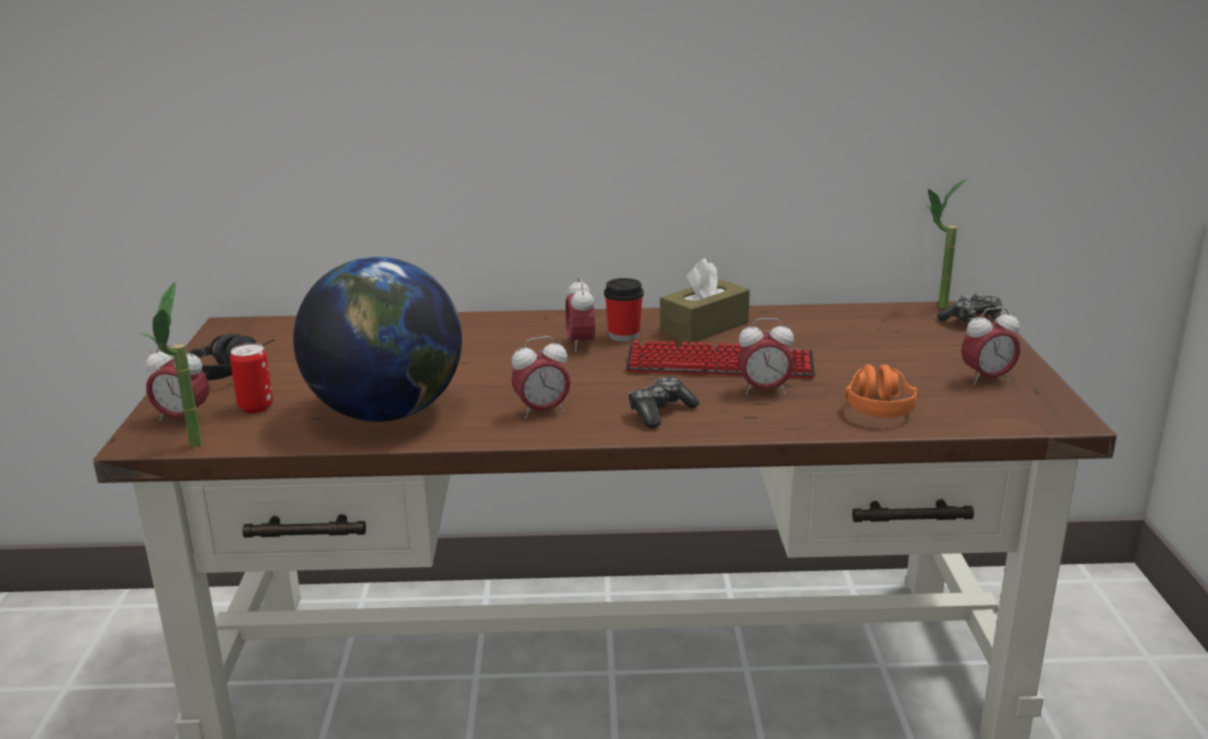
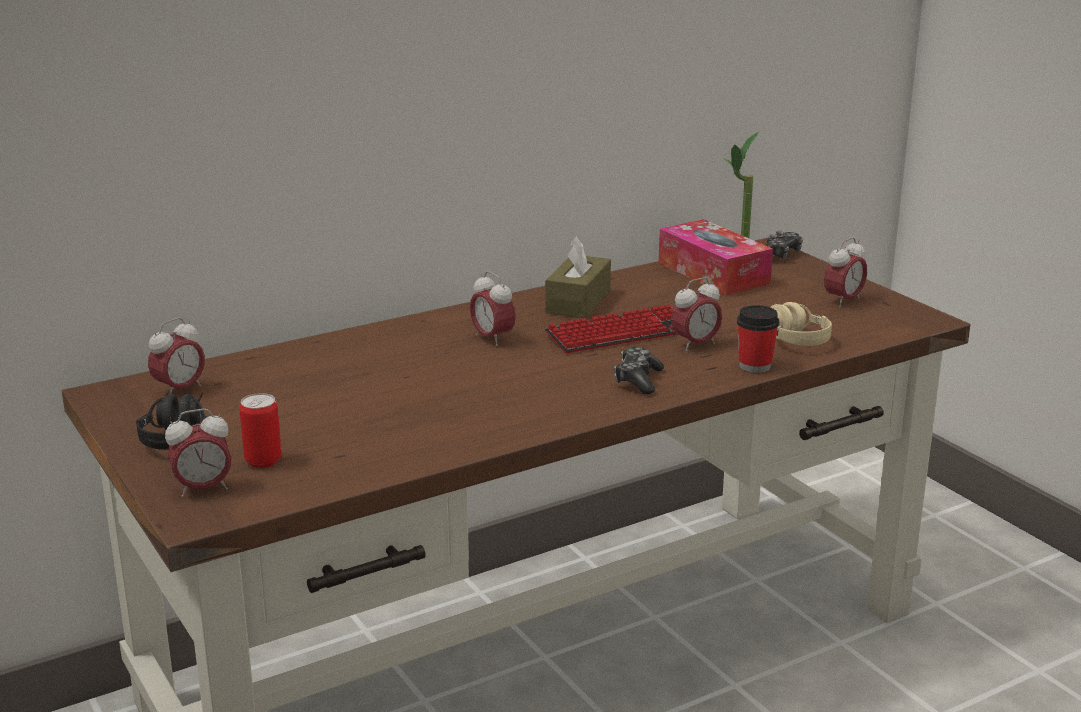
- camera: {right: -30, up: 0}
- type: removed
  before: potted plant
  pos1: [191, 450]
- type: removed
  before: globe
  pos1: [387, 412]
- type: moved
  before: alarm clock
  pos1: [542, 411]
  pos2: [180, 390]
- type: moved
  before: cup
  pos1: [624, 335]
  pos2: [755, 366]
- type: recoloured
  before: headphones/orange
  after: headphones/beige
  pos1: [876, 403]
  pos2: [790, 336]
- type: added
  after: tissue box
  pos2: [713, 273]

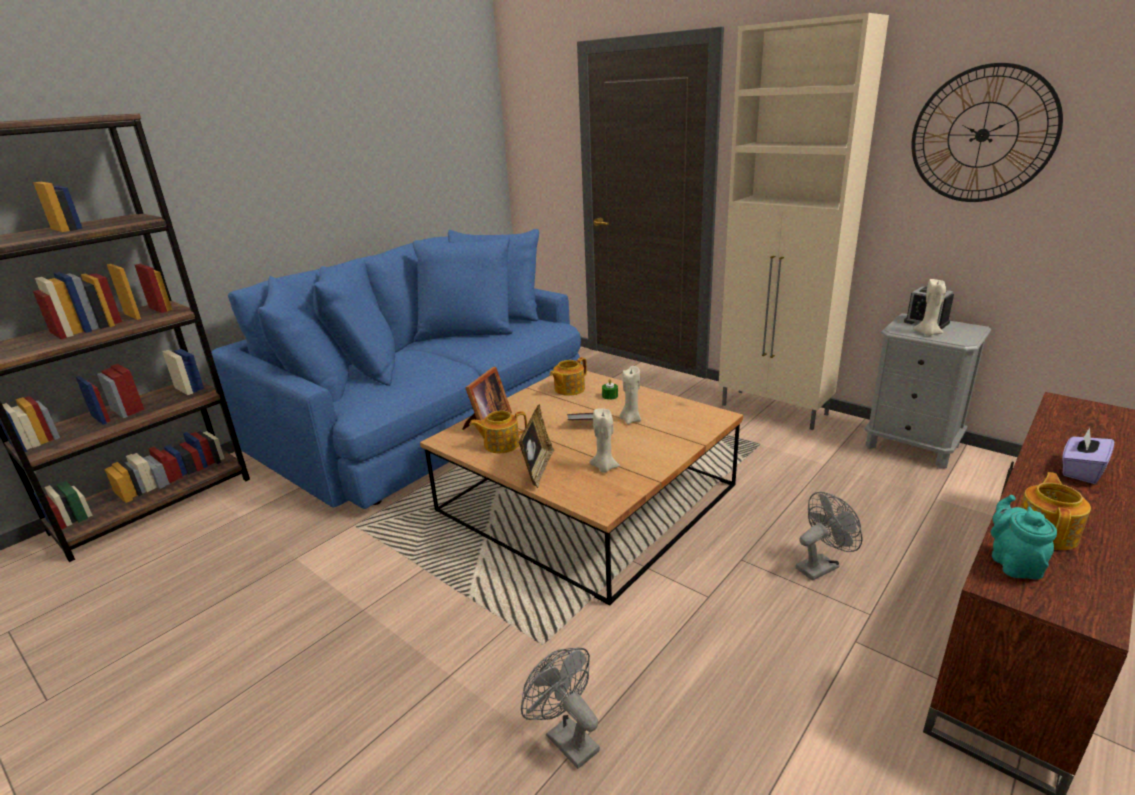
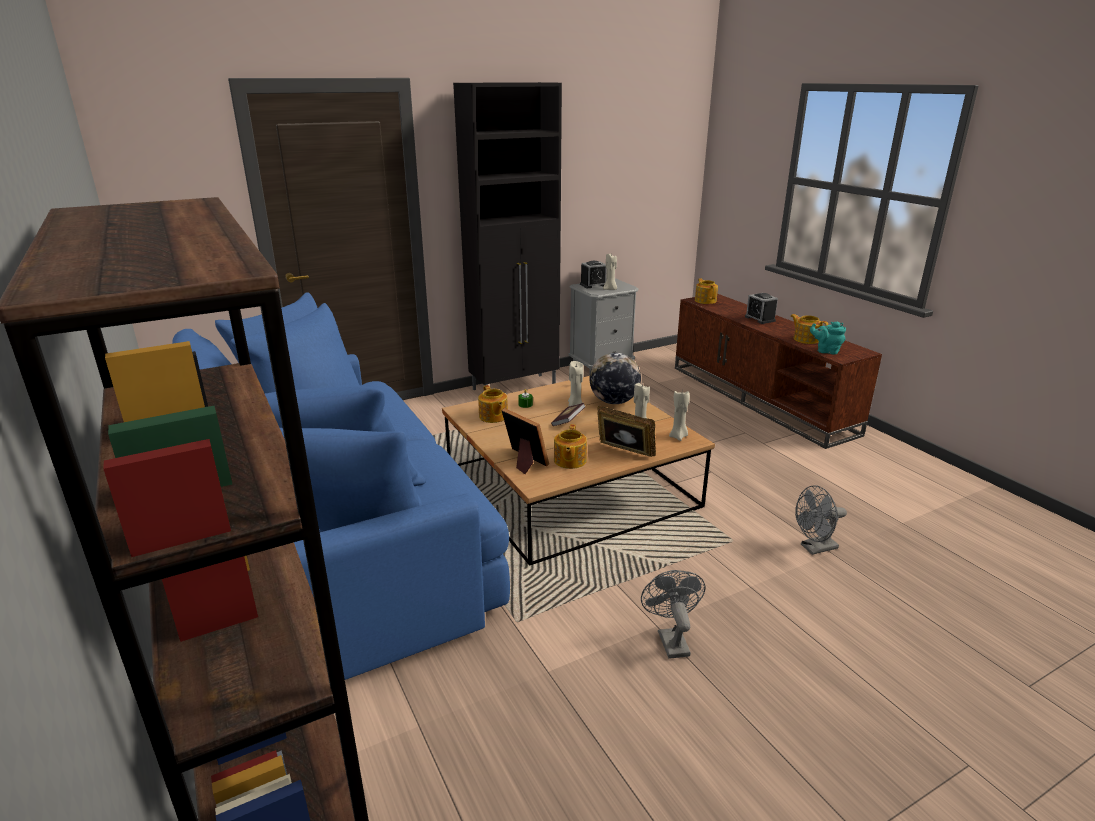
- camera: {right: -70, up: 0}
- type: recoloured
  before: cabinet/beige
  after: cabinet/black
  pos1: [775, 410]
  pos2: [515, 387]
- type: moved
  before: fan/grey
  pos1: [821, 565]
  pos2: [670, 639]
- type: removed
  before: wall clock
  pos1: [982, 135]
- type: replaced
  before: tissue box/purple
  after: alarm clock
  pos1: [1080, 471]
  pos2: [760, 319]
- type: added
  after: globe
  pos2: [614, 402]
- type: added
  after: candle/beige
  pos2: [678, 436]
- type: added
  after: teapot
  pos2: [705, 300]

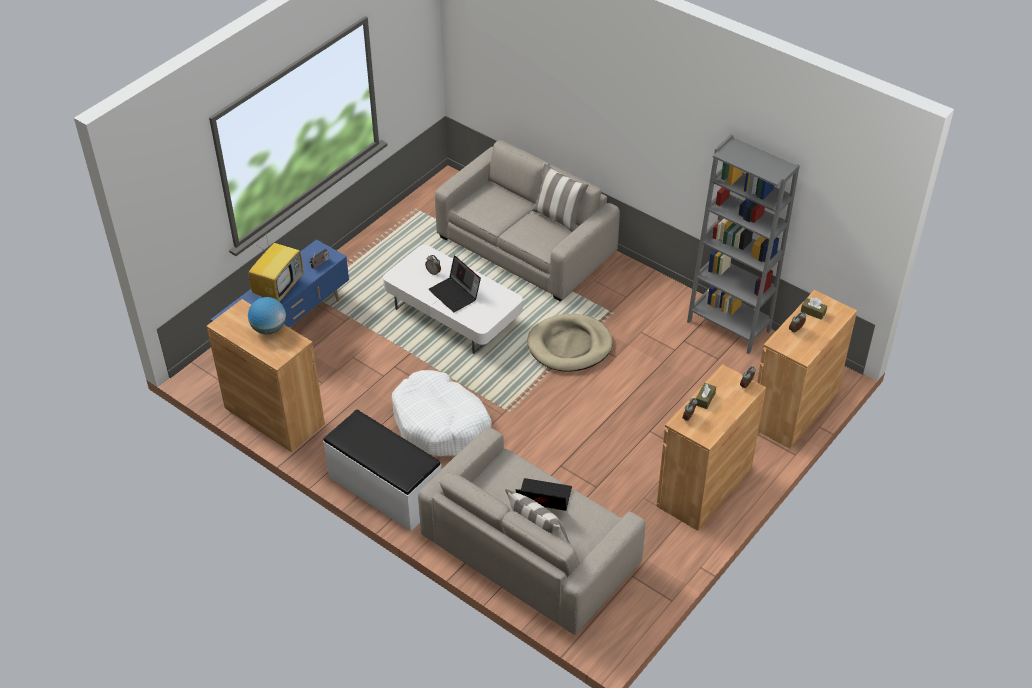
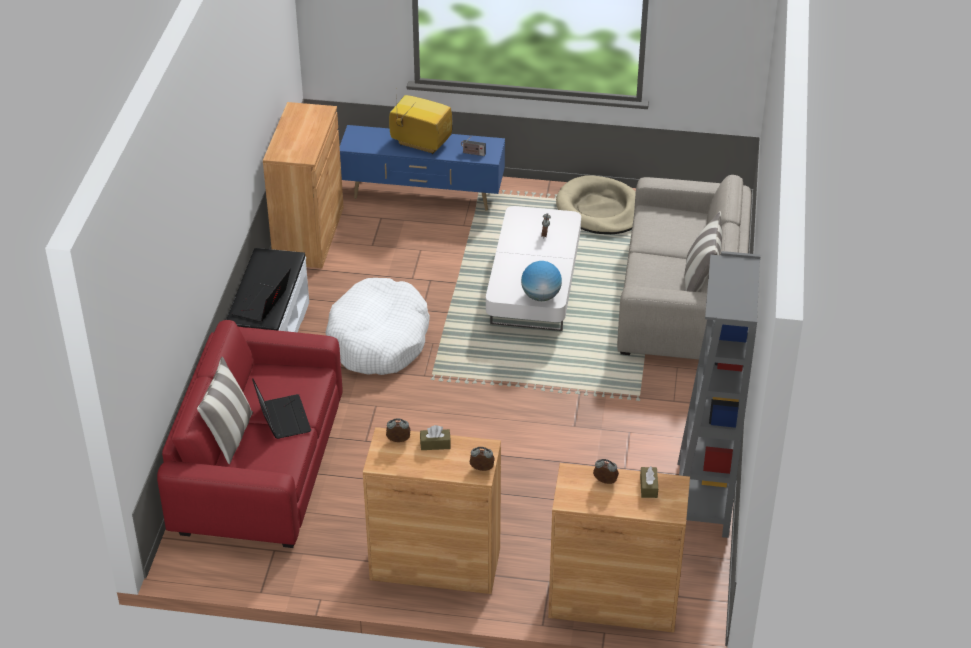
- camera: {right: 60, up: -5}
- type: moved
  before: globe
  pos1: [269, 328]
  pos2: [541, 296]
- type: turned
  before: television
  pos1: [278, 288]
  pos2: [419, 144]
  turn: -150
- type: recoloured
  before: sofa/beige
  after: sofa/red
  pos1: [530, 551]
  pos2: [258, 464]
- type: moved
  before: laptop
  pos1: [455, 294]
  pos2: [262, 305]
- type: moved
  before: dog bed/beige
  pos1: [569, 346]
  pos2: [600, 210]

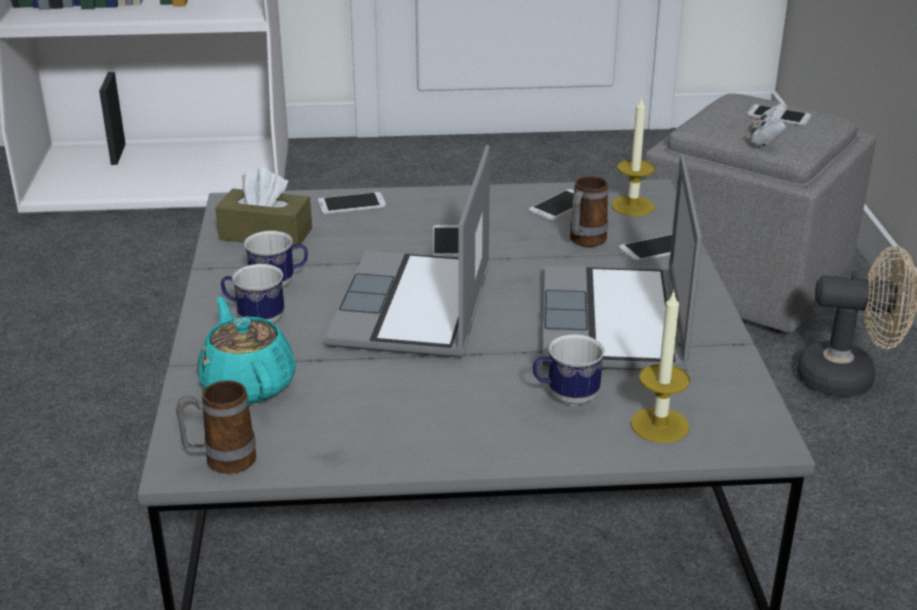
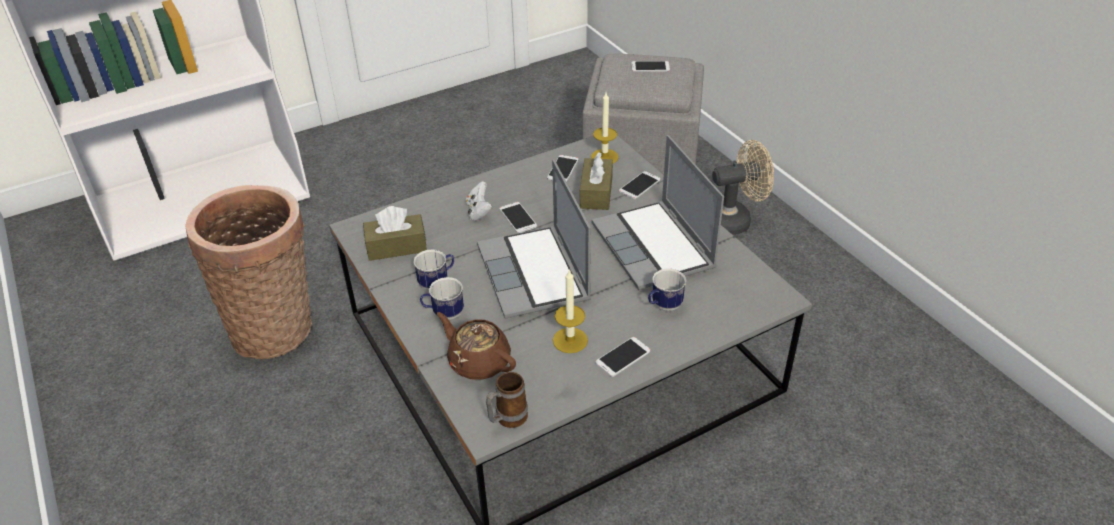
- camera: {right: -25, up: 10}
- type: recoloured
  before: teapot/turquoise
  after: teapot/brown
  pos1: [248, 384]
  pos2: [478, 362]
- type: moved
  before: phone
  pos1: [351, 204]
  pos2: [623, 357]
- type: replaced
  before: mug
  after: tissue box/brown
  pos1: [584, 242]
  pos2: [596, 193]
- type: moved
  before: candle
  pos1: [659, 425]
  pos2: [570, 340]
- type: moved
  before: game controller/white
  pos1: [766, 140]
  pos2: [478, 211]
- type: added
  after: basket
  pos2: [276, 327]

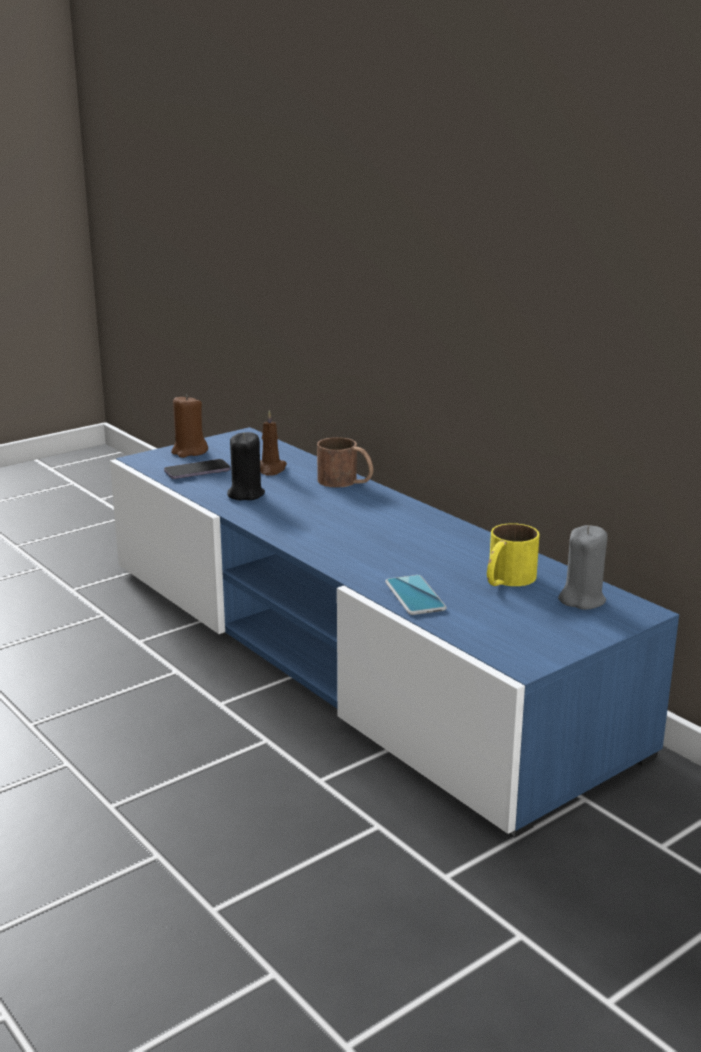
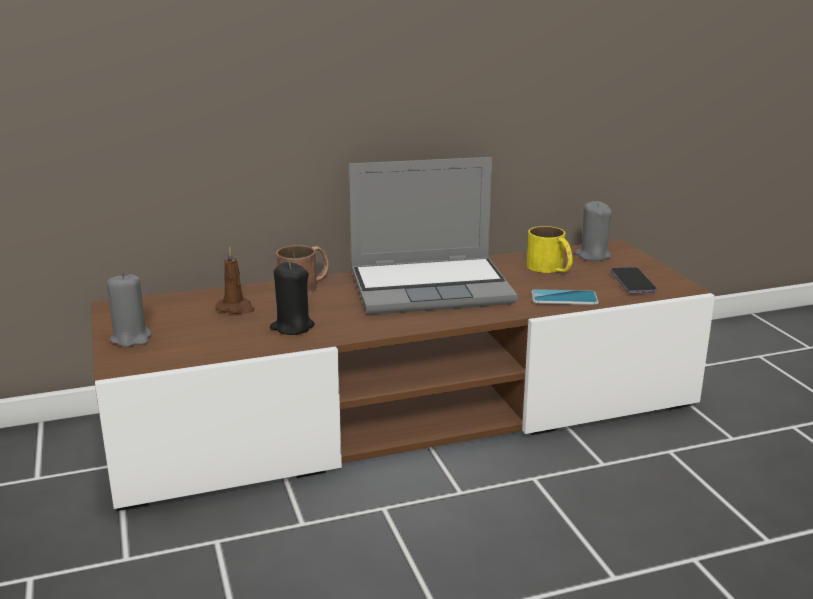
- camera: {right: -70, up: 0}
- type: recoloured
  before: tv stand/blue
  after: tv stand/brown
  pos1: [350, 651]
  pos2: [406, 414]
- type: moved
  before: phone
  pos1: [197, 471]
  pos2: [632, 282]
- type: recoloured
  before: candle/brown
  after: candle/grey
  pos1: [189, 452]
  pos2: [131, 338]
- type: added
  after: laptop
  pos2: [432, 287]

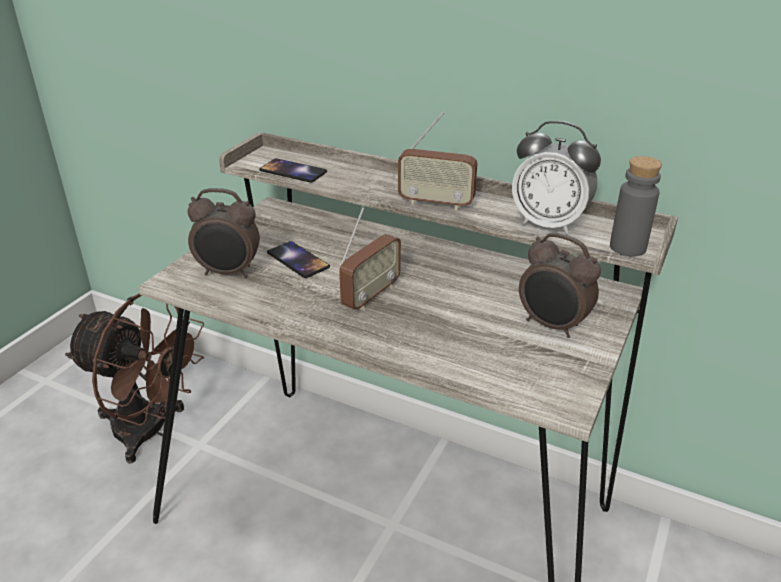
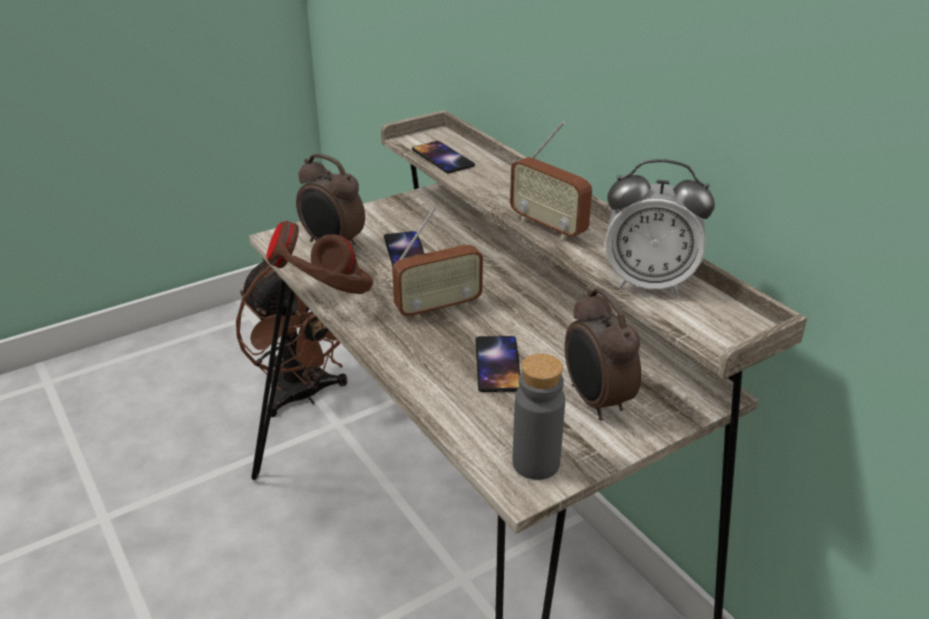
- camera: {right: 30, up: 0}
- type: turned
  before: alarm clock
  pos1: [549, 224]
  pos2: [649, 283]
  turn: -45
- type: moved
  before: bottle/grey
  pos1: [627, 247]
  pos2: [536, 463]
- type: added
  after: headphones/brown
  pos2: [327, 296]
- type: added
  after: phone
  pos2: [498, 364]

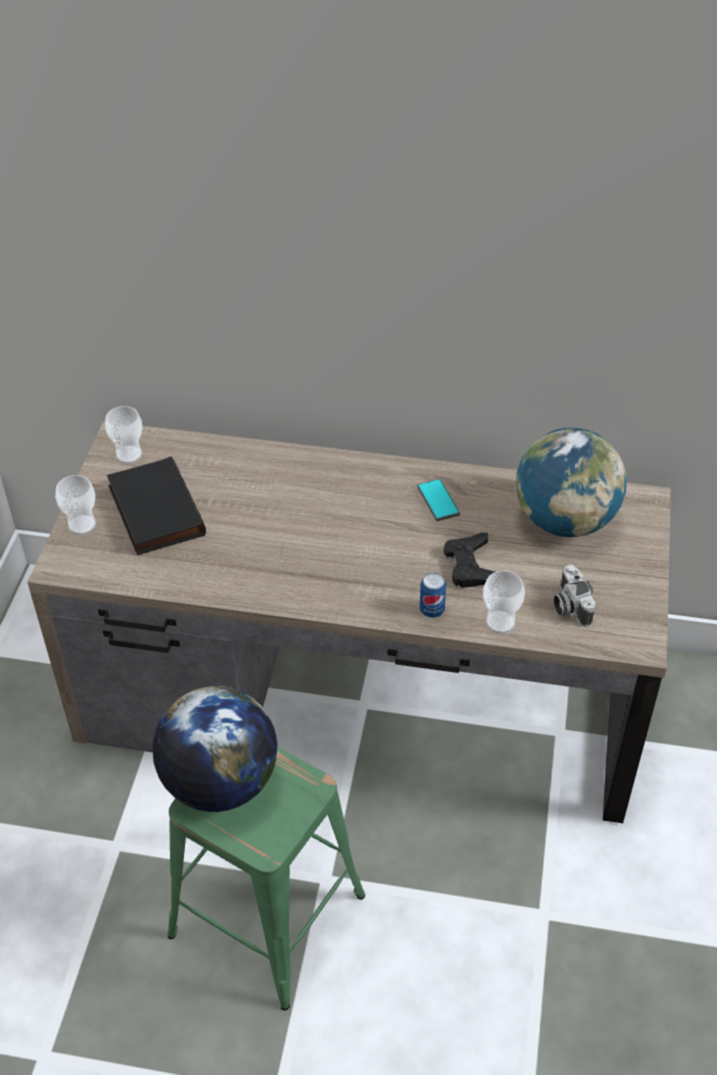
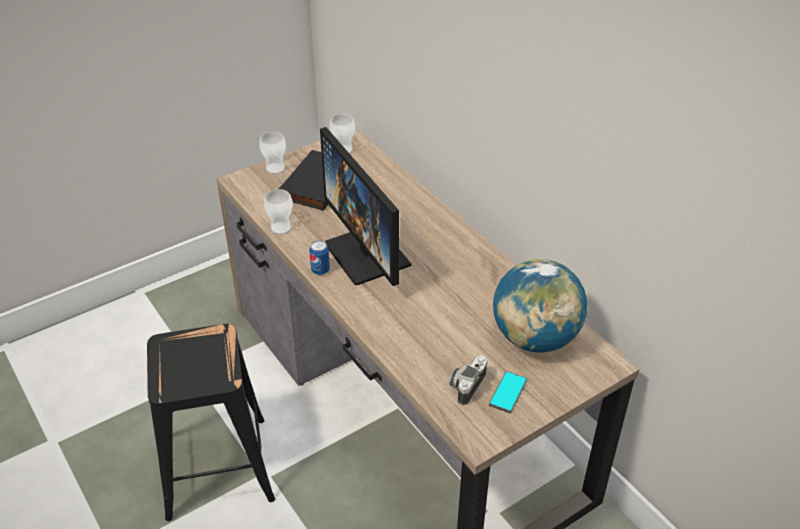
- camera: {right: 45, up: -5}
- type: removed
  before: globe
  pos1: [219, 783]
- type: recoloured
  before: stool/green
  after: stool/black
  pos1: [266, 916]
  pos2: [215, 467]
- type: moved
  before: phone
  pos1: [438, 500]
  pos2: [508, 392]
- type: moved
  before: can
  pos1: [432, 610]
  pos2: [320, 270]
- type: removed
  before: game controller/black
  pos1: [470, 566]
- type: moved
  before: cup
  pos1: [500, 622]
  pos2: [281, 228]
- type: added
  after: monitor
  pos2: [367, 254]

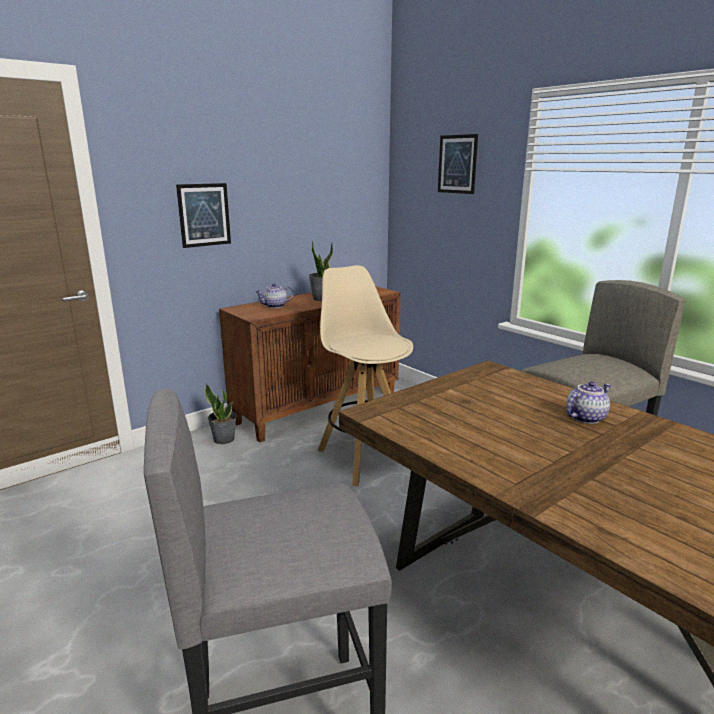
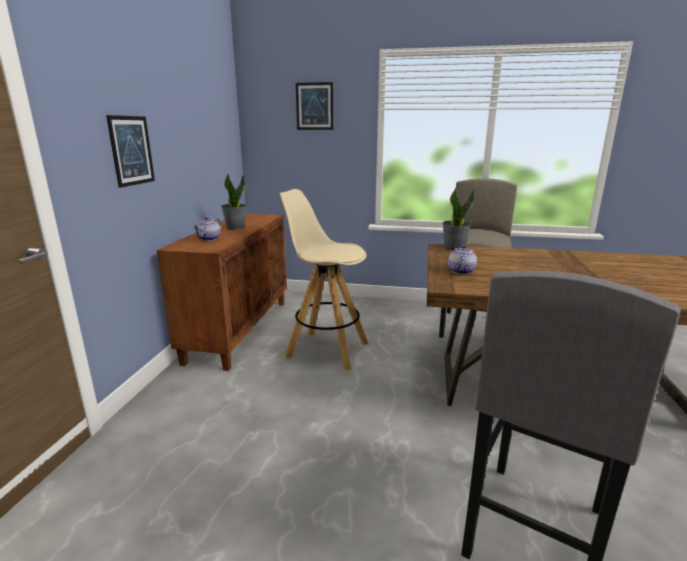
- camera: {right: -40, up: 0}
- type: moved
  before: potted plant
  pos1: [224, 439]
  pos2: [454, 248]
- type: moved
  before: teapot
  pos1: [585, 417]
  pos2: [460, 271]

